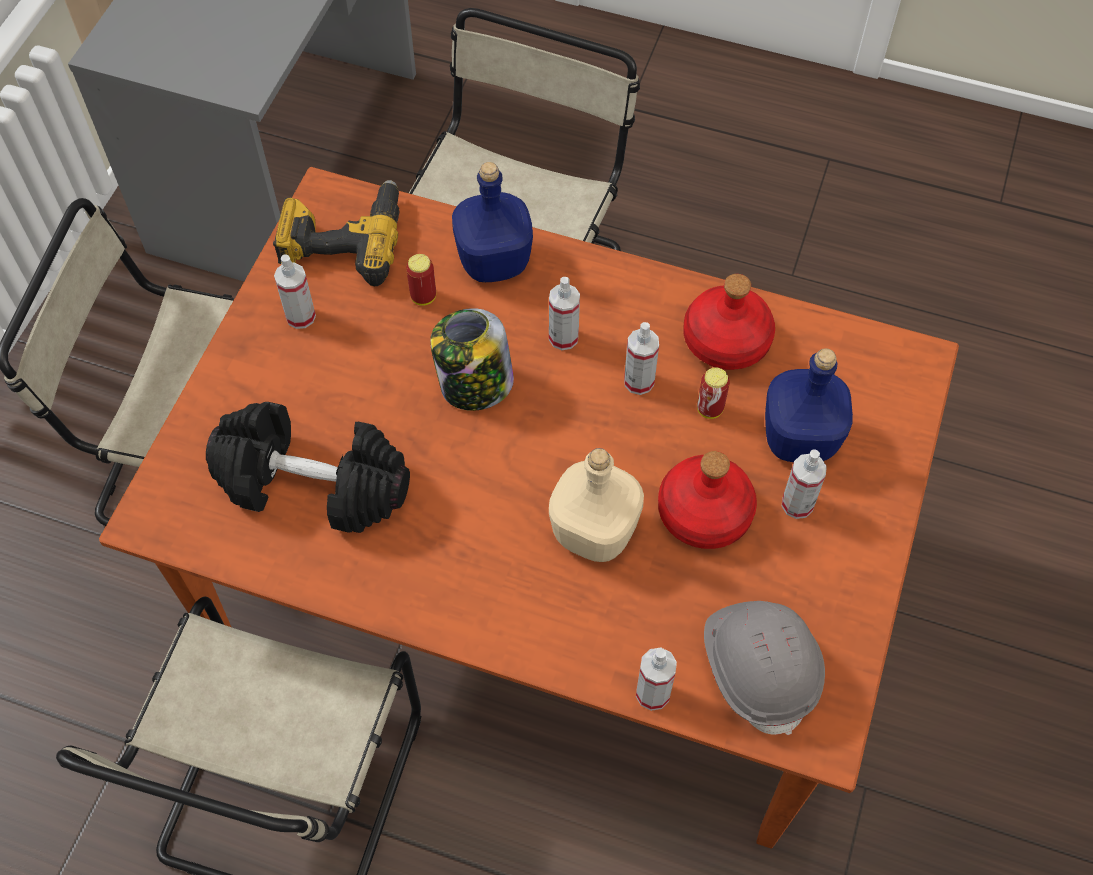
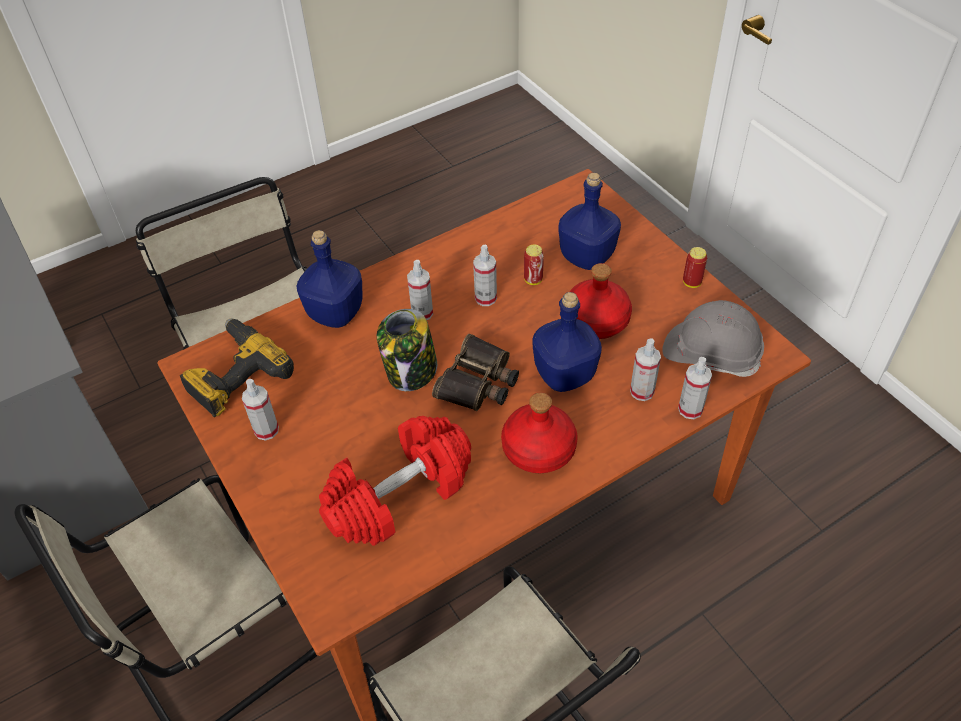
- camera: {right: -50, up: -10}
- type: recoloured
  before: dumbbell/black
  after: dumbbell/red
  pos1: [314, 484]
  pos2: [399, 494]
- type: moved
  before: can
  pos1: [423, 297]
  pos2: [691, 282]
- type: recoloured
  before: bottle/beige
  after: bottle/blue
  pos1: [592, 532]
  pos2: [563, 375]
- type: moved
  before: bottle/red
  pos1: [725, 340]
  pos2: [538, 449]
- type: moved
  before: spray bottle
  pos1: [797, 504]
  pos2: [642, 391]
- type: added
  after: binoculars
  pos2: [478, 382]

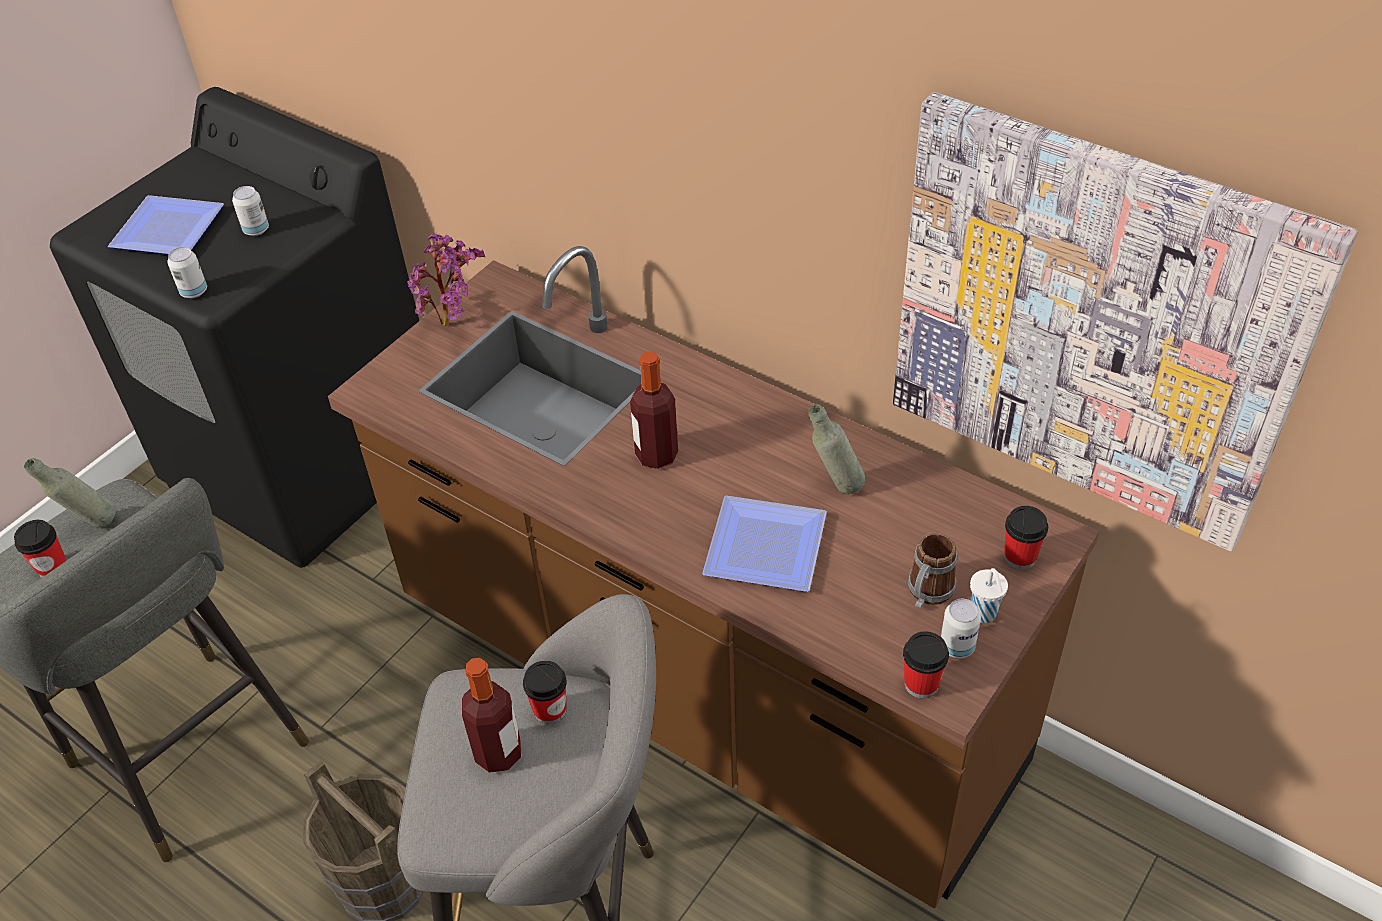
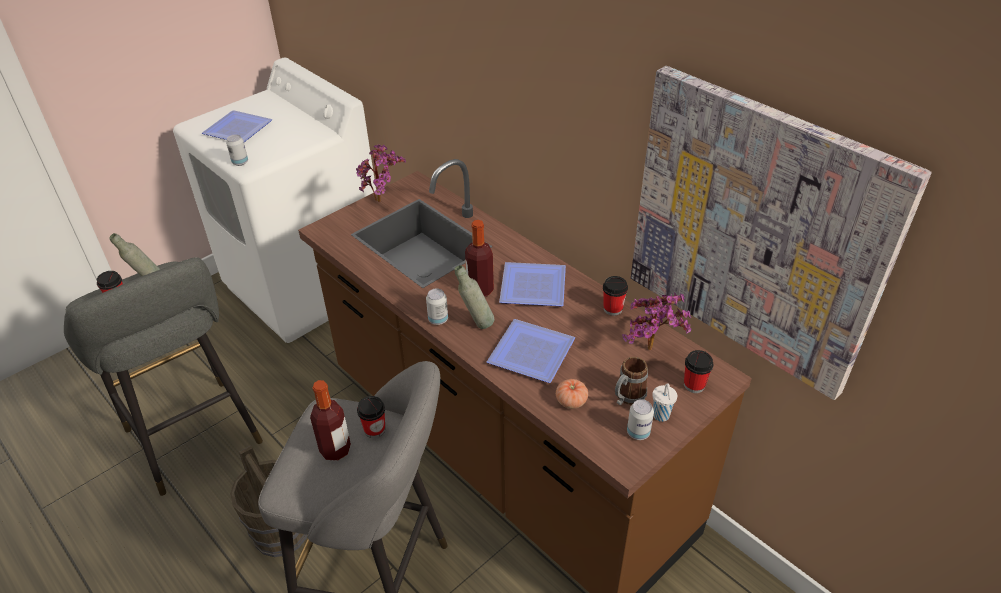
- camera: {right: 10, up: -5}
- type: recoloured
  before: washing machine/black
  after: washing machine/white
  pos1: [307, 464]
  pos2: [307, 286]
- type: moved
  before: can
  pos1: [256, 230]
  pos2: [438, 319]
- type: moved
  before: bottle/grey
  pos1: [835, 488]
  pos2: [476, 324]
- type: moved
  before: cup
  pos1: [921, 684]
  pos2: [613, 309]
- type: added
  after: plate
  pos2: [535, 285]
- type: added
  after: tomato
  pos2: [571, 401]
- type: added
  after: potted plant
  pos2: [653, 352]

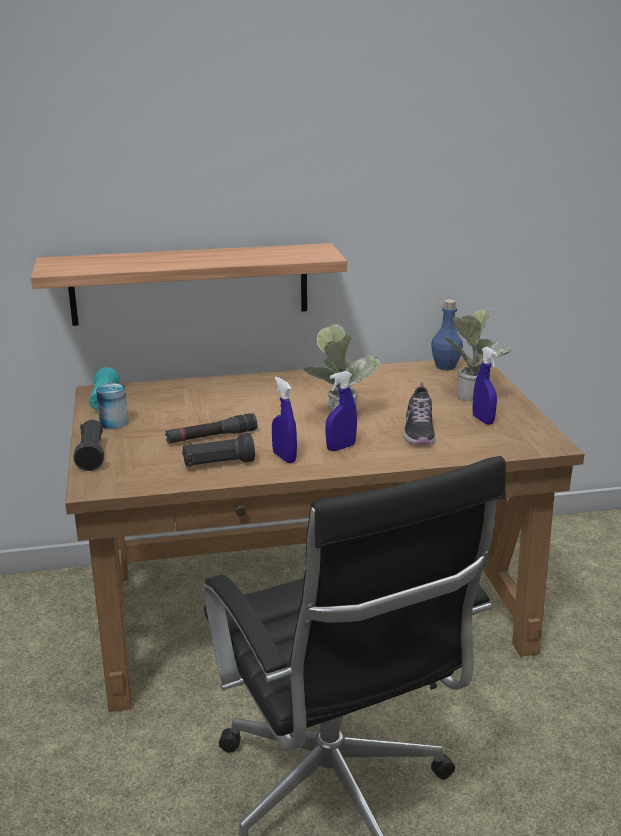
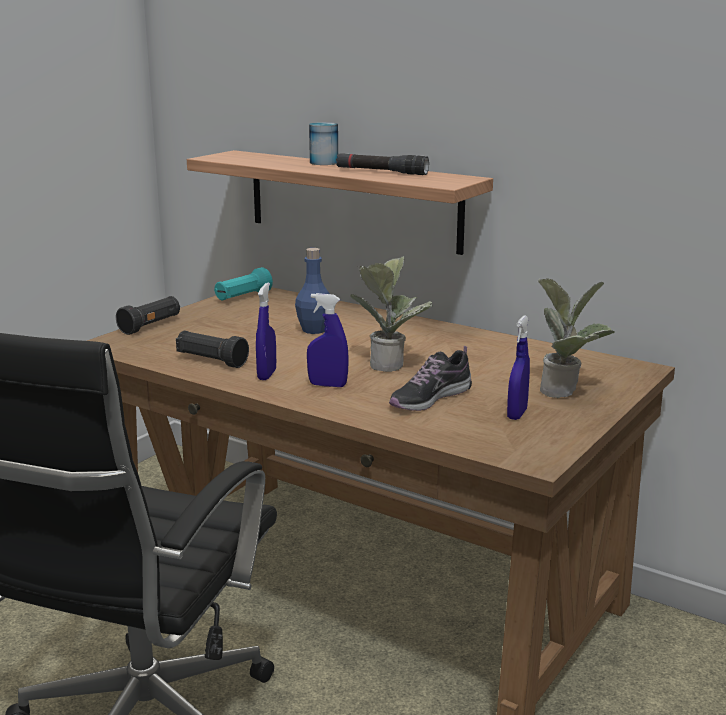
- camera: {right: 45, up: -5}
- type: moved
  before: can
  pos1: [114, 423]
  pos2: [324, 162]
- type: moved
  before: flashlight/black
  pos1: [211, 437]
  pos2: [381, 172]
- type: moved
  before: bottle/blue
  pos1: [445, 366]
  pos2: [314, 330]

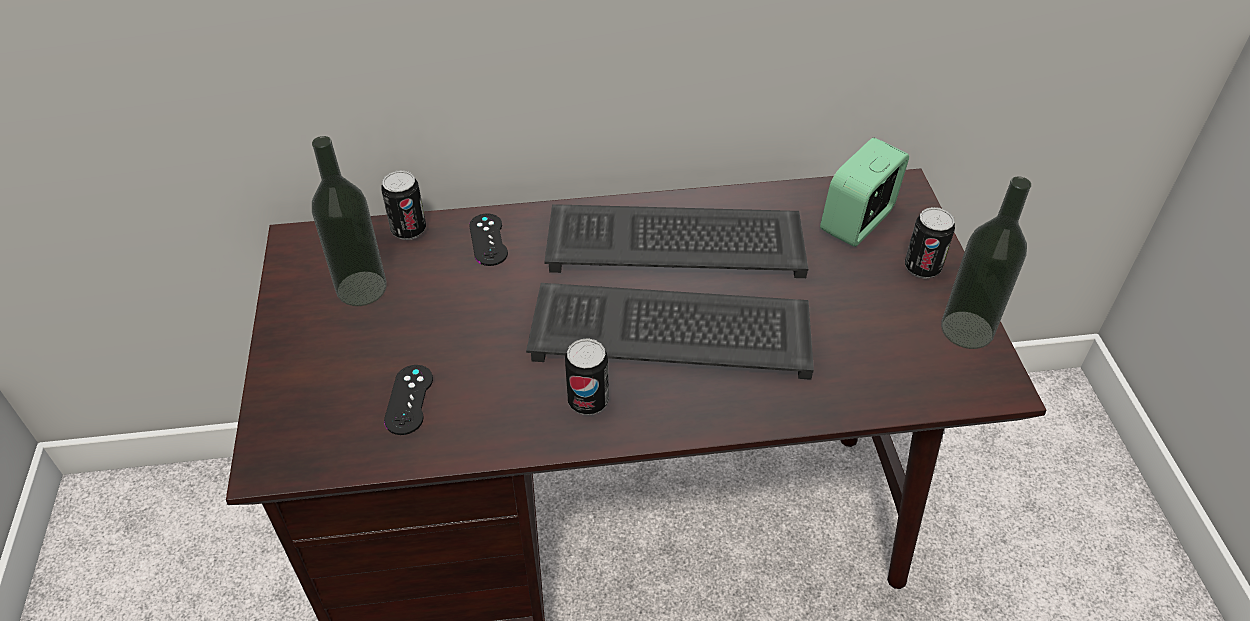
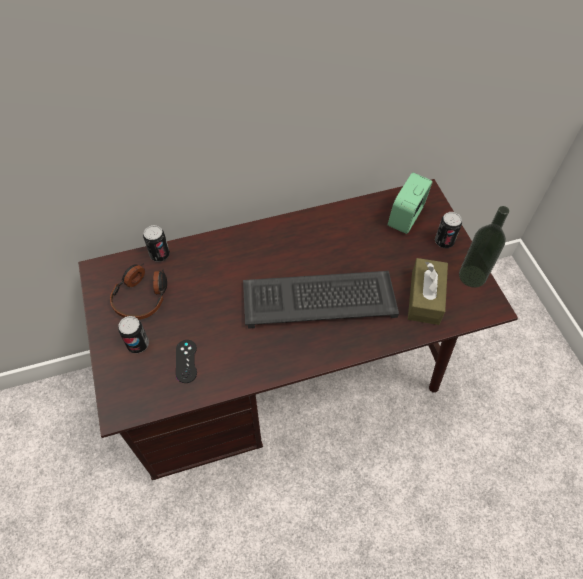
- camera: {right: -10, up: 10}
- type: replaced
  before: bottle
  after: headphones
  pos1: [361, 288]
  pos2: [142, 296]
- type: removed
  before: game controller/black
  pos1: [488, 240]
- type: removed
  before: keyboard
  pos1: [678, 242]
- type: moved
  before: can
  pos1: [588, 401]
  pos2: [138, 344]
- type: added
  after: tissue box/brown
  pos2: [425, 298]

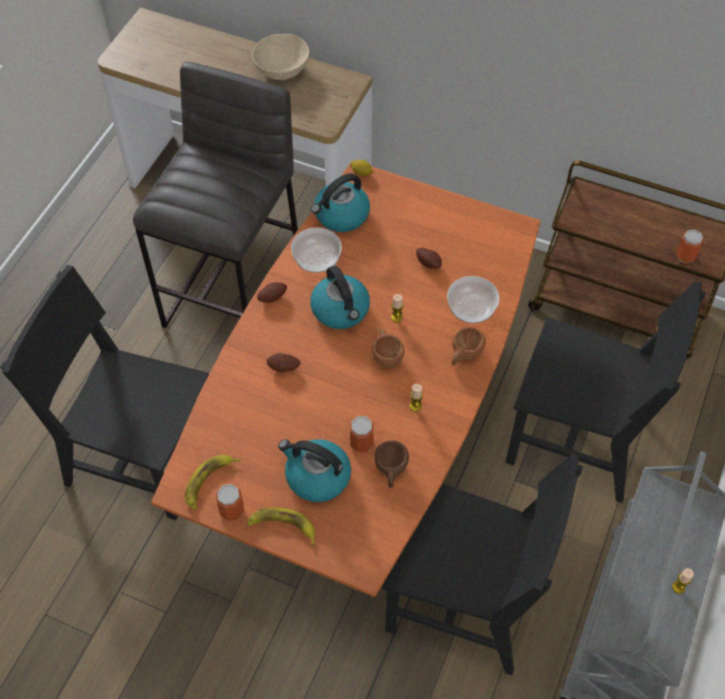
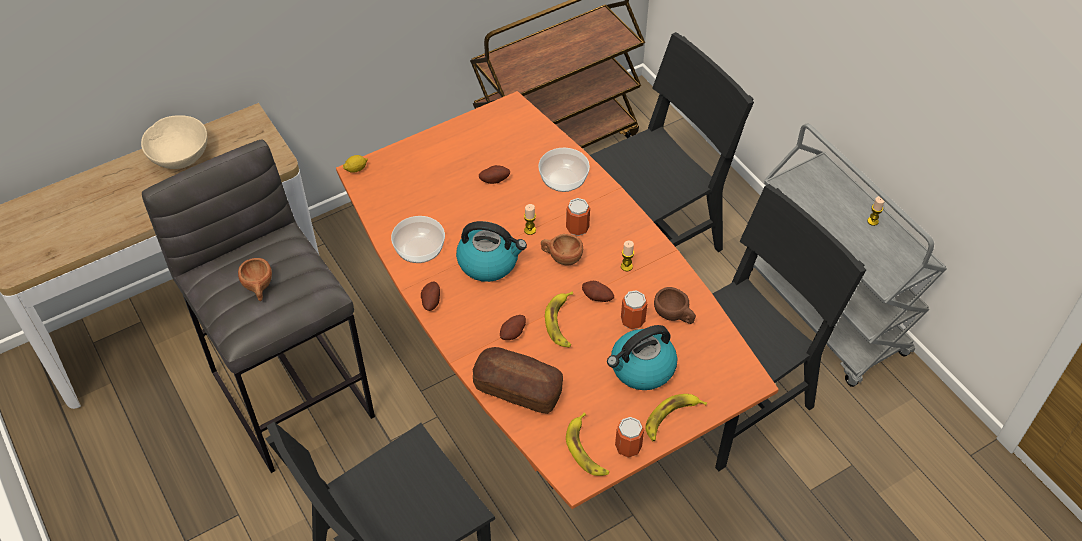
- camera: {right: -55, up: -5}
- type: removed
  before: kettle
  pos1: [341, 216]
- type: moved
  before: cup/brown
  pos1: [464, 355]
  pos2: [259, 288]
- type: moved
  before: can
  pos1: [685, 256]
  pos2: [577, 228]
- type: added
  after: bread
  pos2: [518, 389]
- type: added
  after: banana
  pos2: [561, 323]
- type: added
  after: potato
  pos2: [597, 298]

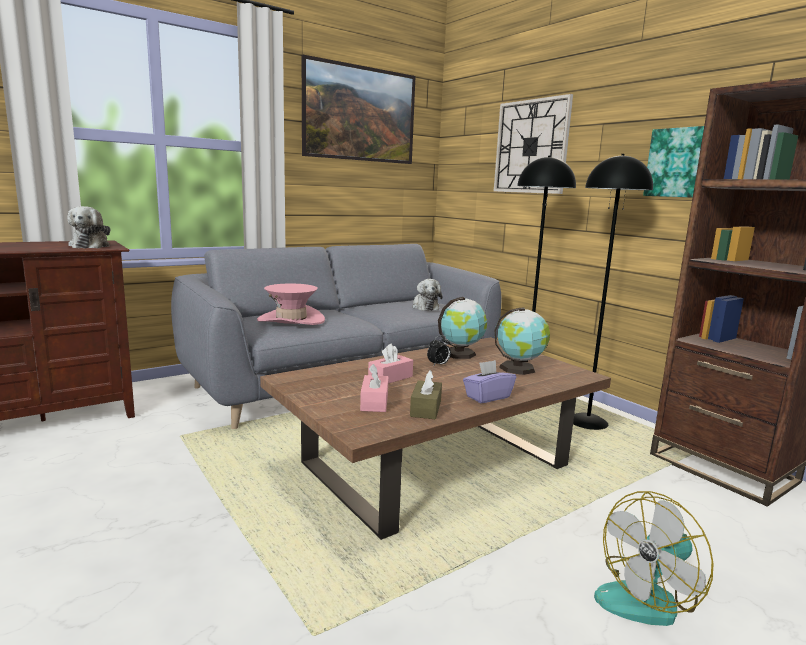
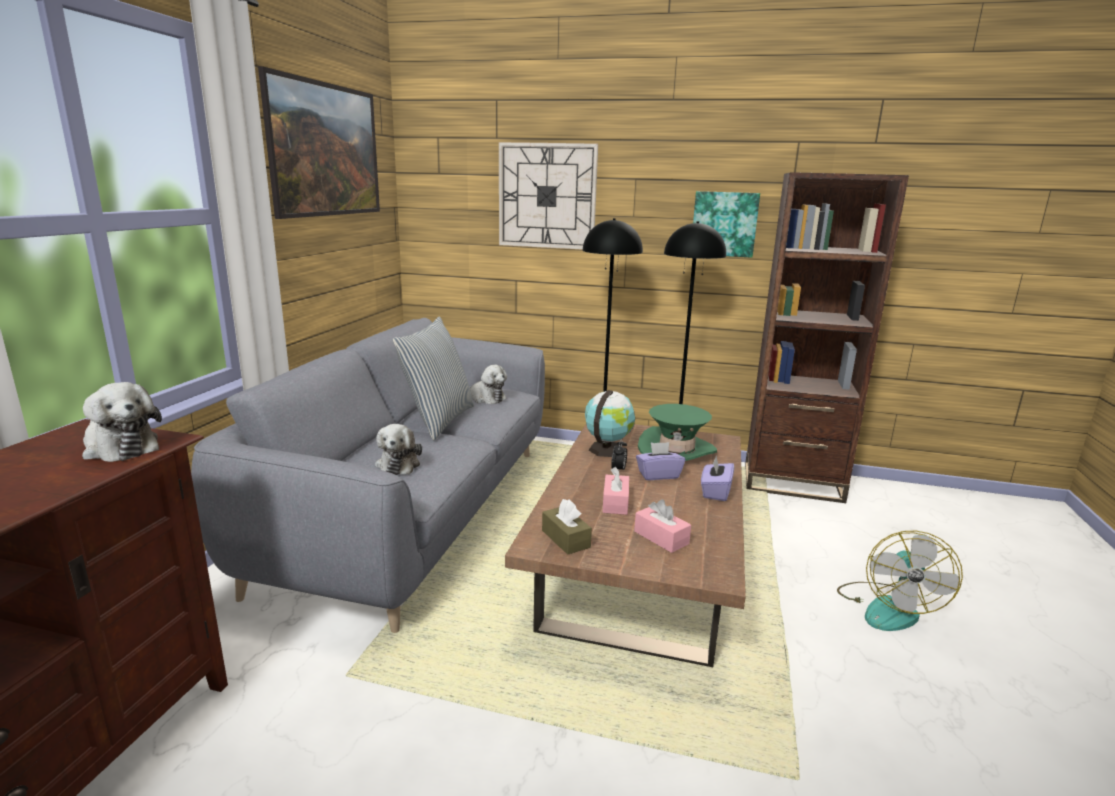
- camera: {right: -40, up: 5}
- type: replaced
  before: hat/pink
  after: plush toy
  pos1: [291, 320]
  pos2: [399, 464]
- type: moved
  before: tissue box/brown
  pos1: [425, 408]
  pos2: [565, 539]
- type: replaced
  before: globe
  after: hat/green
  pos1: [519, 368]
  pos2: [676, 450]
- type: added
  after: pillow
  pos2: [438, 420]
- type: added
  after: tissue box/purple
  pos2: [658, 475]

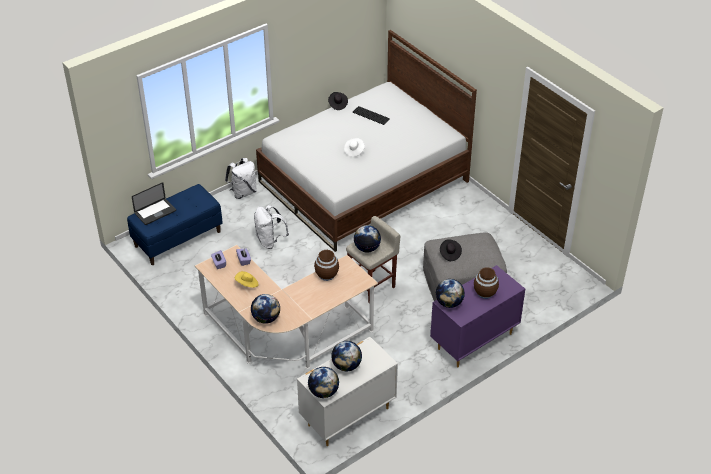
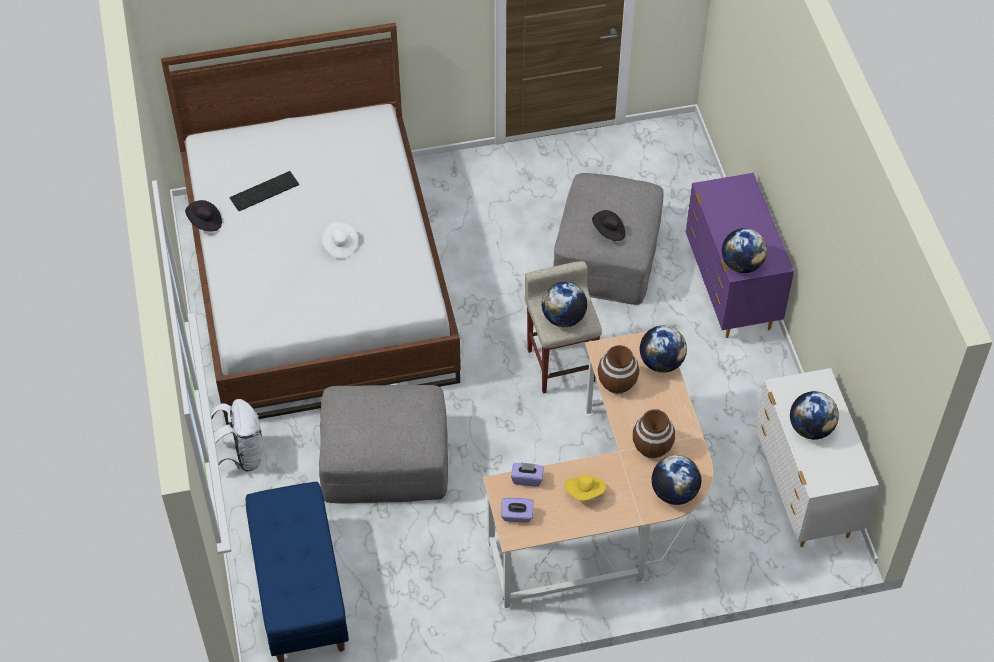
- camera: {right: -65, up: 10}
- type: removed
  before: laptop
  pos1: [155, 212]
- type: replaced
  before: backpack/white
  after: ottoman/grey
  pos1: [270, 241]
  pos2: [385, 459]
- type: moved
  before: globe
  pos1: [323, 392]
  pos2: [661, 363]
- type: moved
  before: vase/brown
  pos1: [485, 293]
  pos2: [652, 447]

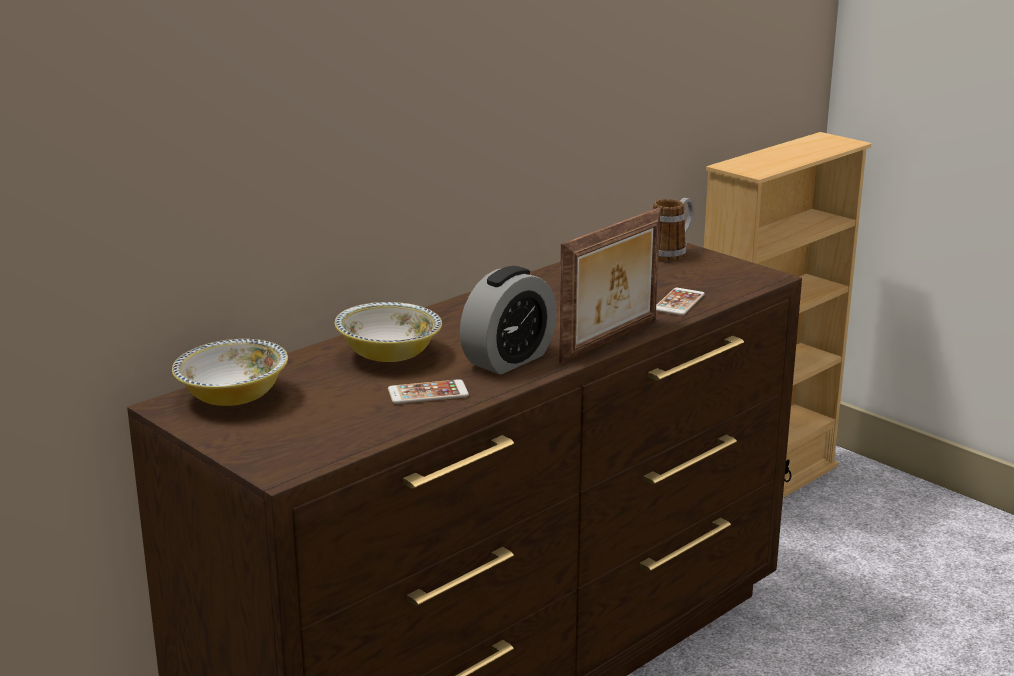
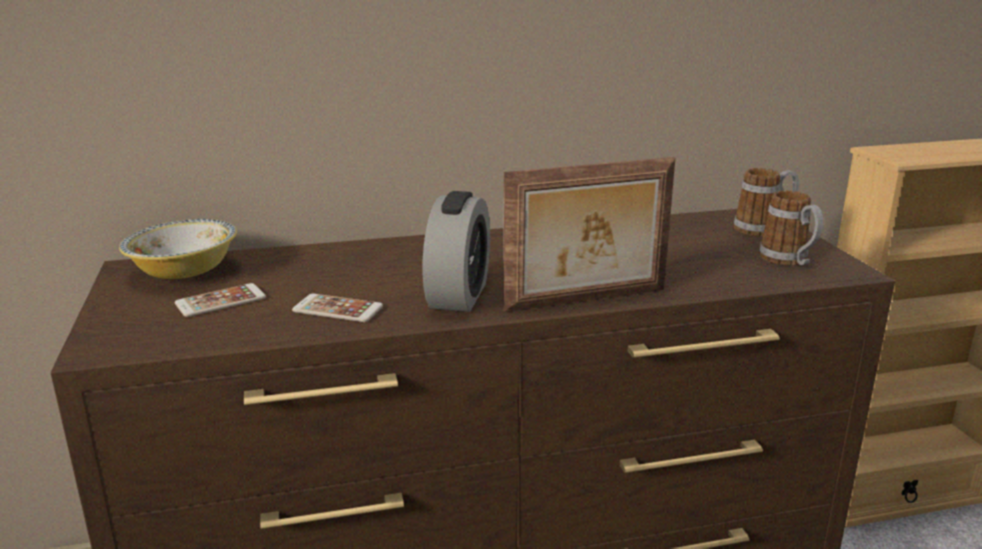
- camera: {right: 30, up: 0}
- type: removed
  before: bowl
  pos1: [389, 355]
- type: turned
  before: alarm clock
  pos1: [508, 360]
  pos2: [458, 295]
  turn: -60
- type: moved
  before: phone
  pos1: [679, 302]
  pos2: [220, 301]
- type: added
  after: mug
  pos2: [789, 261]

